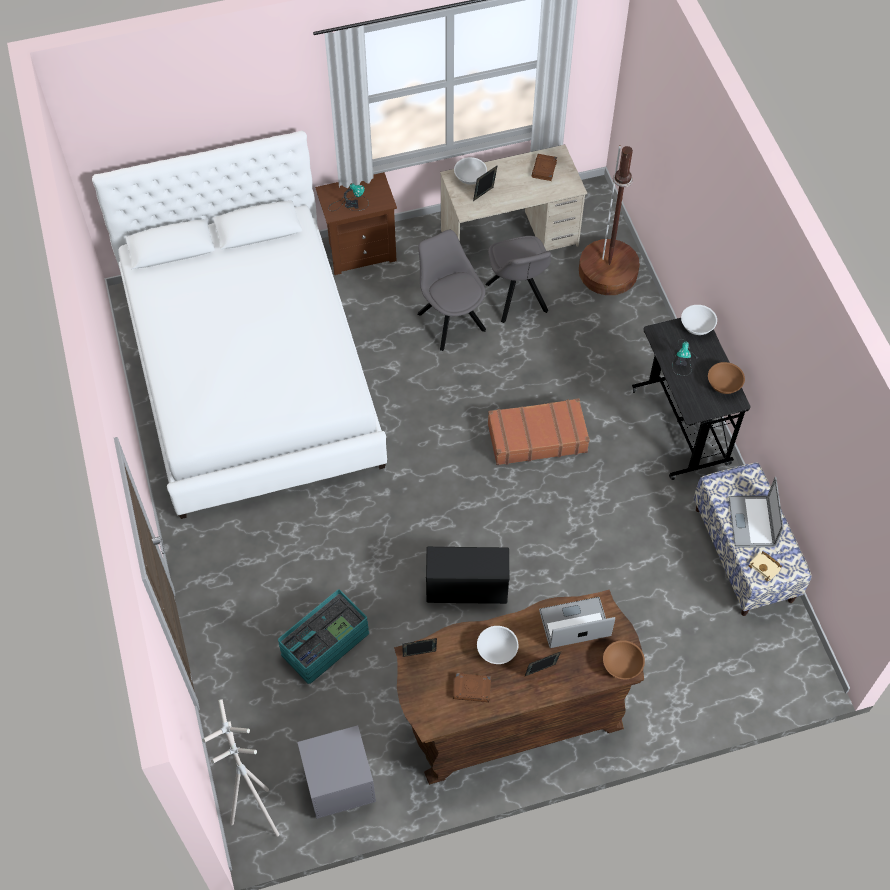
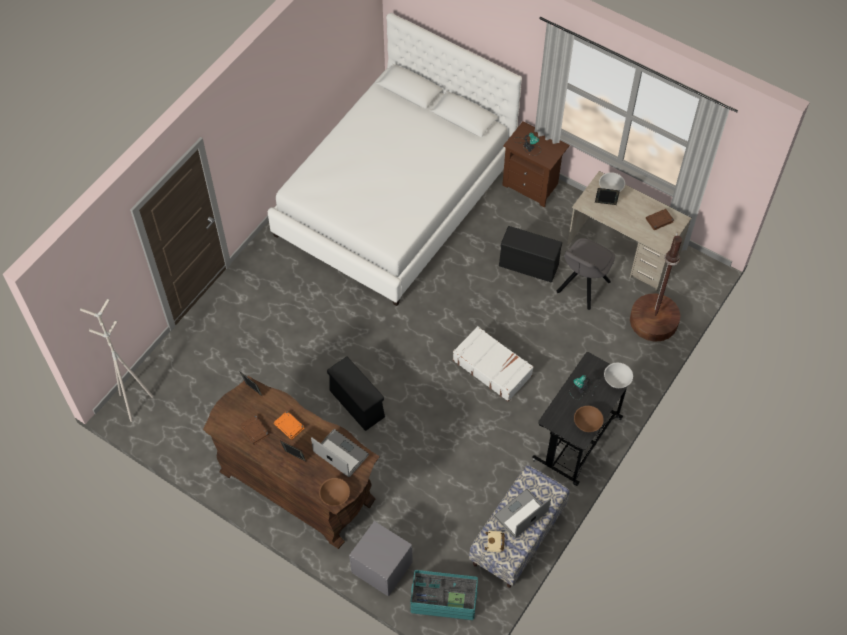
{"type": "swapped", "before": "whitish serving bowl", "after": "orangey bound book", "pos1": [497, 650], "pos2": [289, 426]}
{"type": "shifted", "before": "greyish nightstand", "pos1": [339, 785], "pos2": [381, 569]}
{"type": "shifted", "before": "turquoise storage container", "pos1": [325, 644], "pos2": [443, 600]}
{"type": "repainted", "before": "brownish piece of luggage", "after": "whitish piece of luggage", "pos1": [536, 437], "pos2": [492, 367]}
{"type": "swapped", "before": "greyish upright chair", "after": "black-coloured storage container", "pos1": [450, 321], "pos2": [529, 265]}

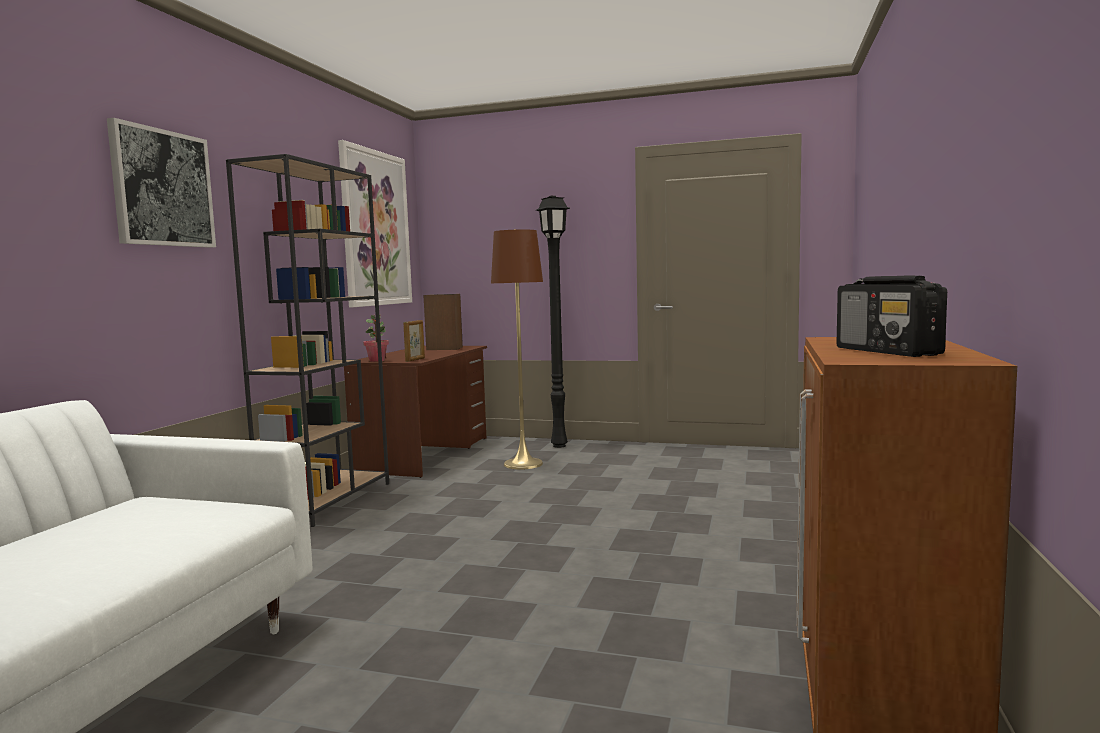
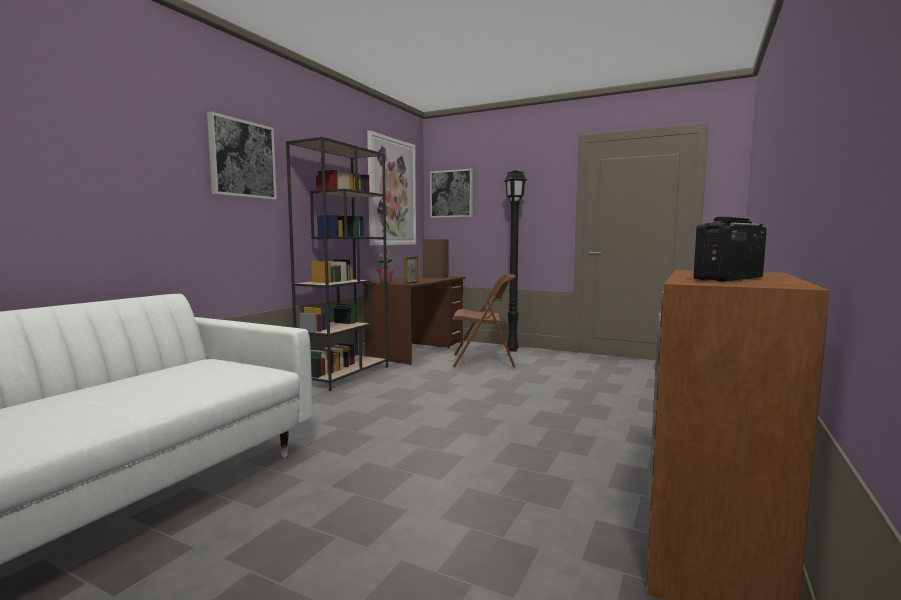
{"type": "new", "after": "wall picture", "pos2": [451, 194]}
{"type": "swapped", "before": "brownish floor lamp", "after": "brownish upright chair", "pos1": [523, 464], "pos2": [483, 361]}
{"type": "rotated", "before": "radio set", "pos1": [887, 352], "pos2": [728, 279], "turn": 60}

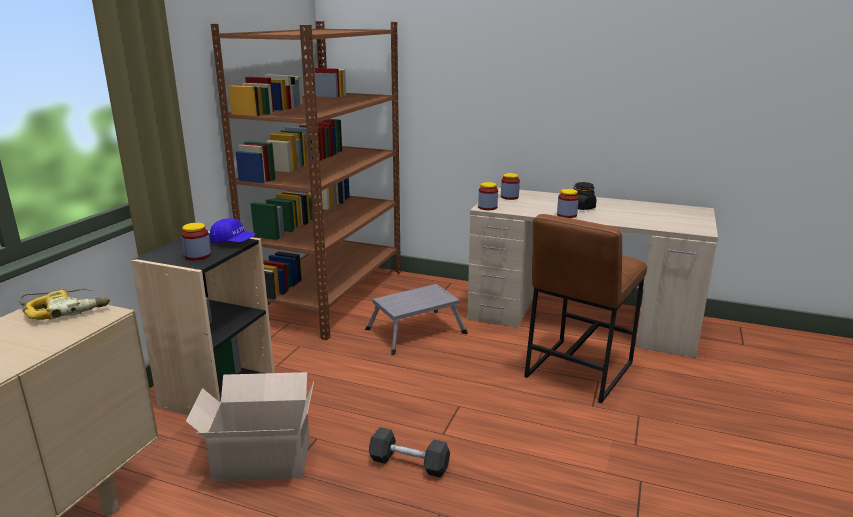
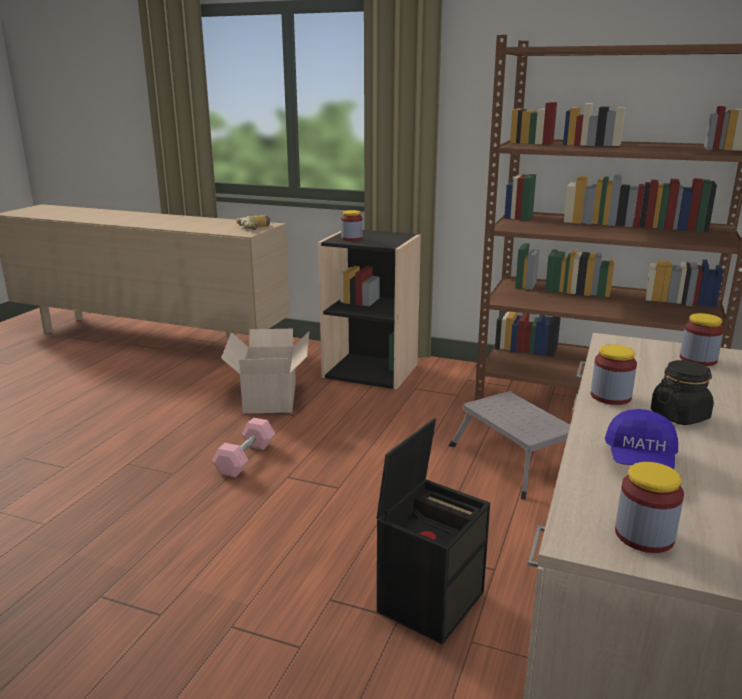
{"type": "repainted", "before": "greyish hand weight", "after": "pink hand weight", "pos1": [409, 463], "pos2": [245, 458]}
{"type": "swapped", "before": "brownish upright chair", "after": "black-coloured storage container", "pos1": [578, 370], "pos2": [430, 600]}
{"type": "shifted", "before": "blue-coloured peaked cap", "pos1": [234, 242], "pos2": [640, 460]}
{"type": "shifted", "before": "preserve jar", "pos1": [487, 207], "pos2": [644, 535]}

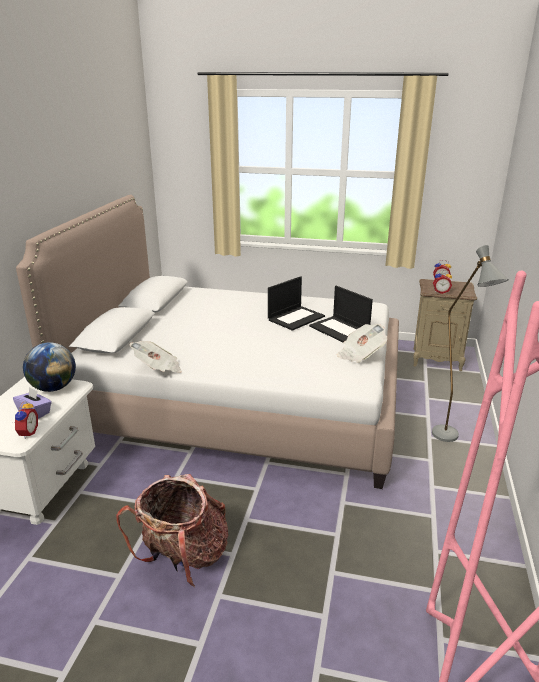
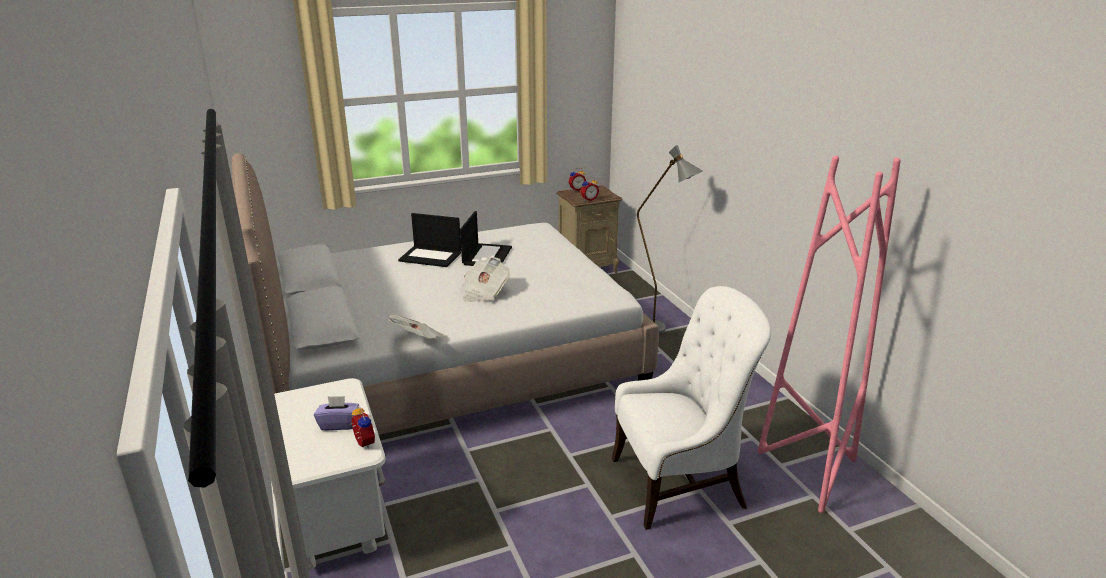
{"type": "shifted", "before": "portable computer", "pos1": [340, 329], "pos2": [431, 256]}
{"type": "shifted", "before": "newspaper", "pos1": [360, 354], "pos2": [484, 292]}
{"type": "new", "after": "whitish upright chair", "pos2": [679, 483]}
{"type": "gone", "before": "desk globe", "pos1": [53, 388]}
{"type": "gone", "before": "knapsack", "pos1": [183, 557]}

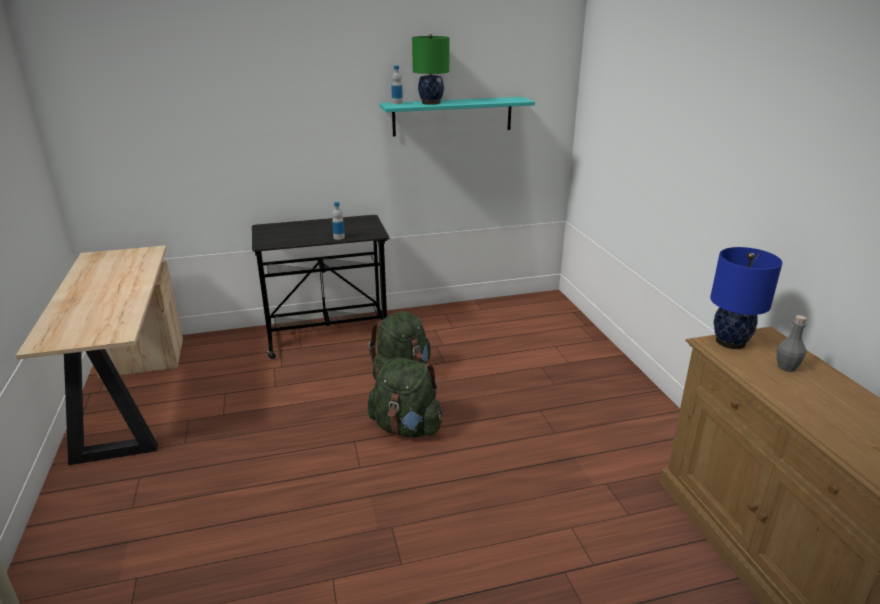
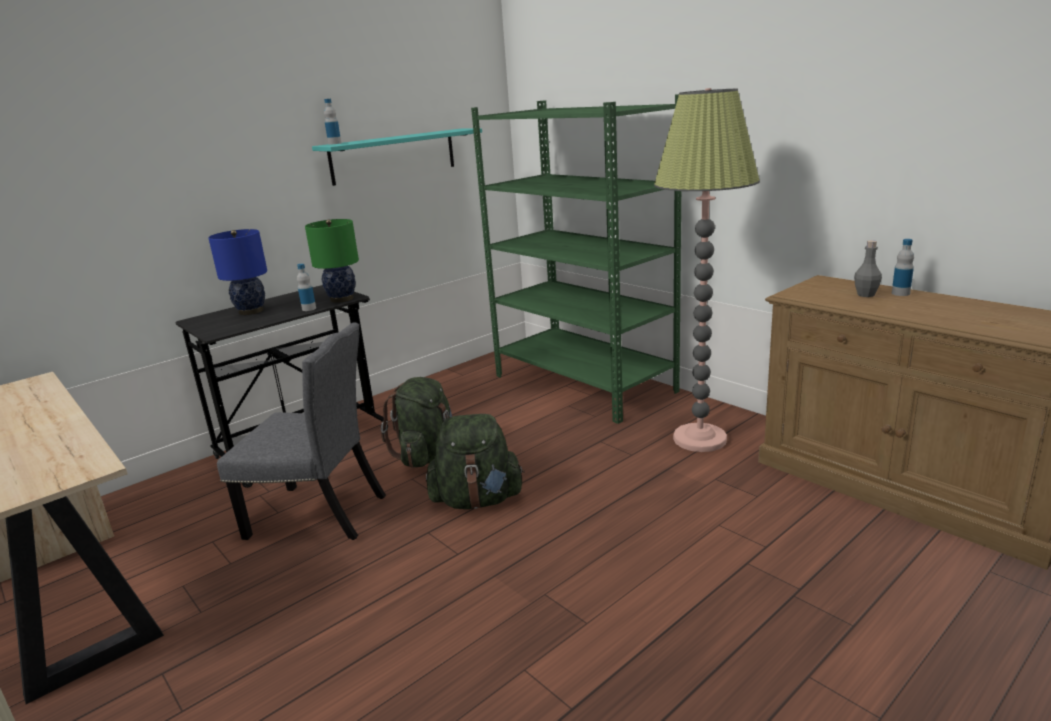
{"type": "shifted", "before": "blue-coloured tabletop lamp", "pos1": [730, 342], "pos2": [251, 311]}
{"type": "new", "after": "greyish upright chair", "pos2": [315, 514]}
{"type": "shifted", "before": "green-coloured tabletop lamp", "pos1": [430, 103], "pos2": [341, 299]}
{"type": "new", "after": "green-coloured bookshelf", "pos2": [583, 383]}
{"type": "new", "after": "floor lamp", "pos2": [700, 439]}
{"type": "new", "after": "beverage bottle", "pos2": [900, 293]}

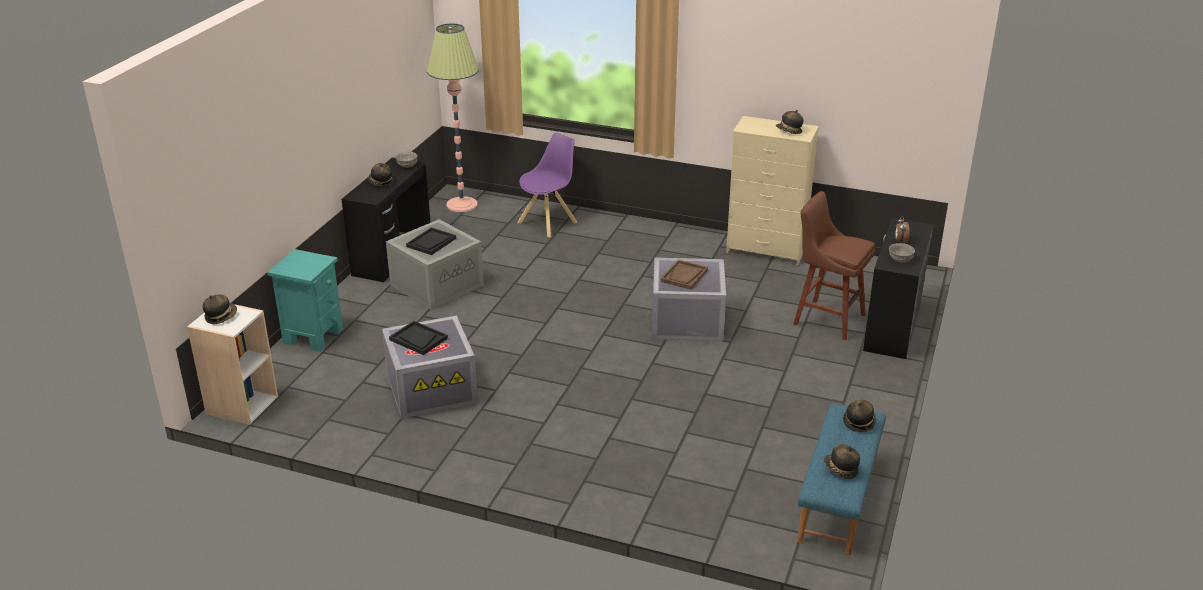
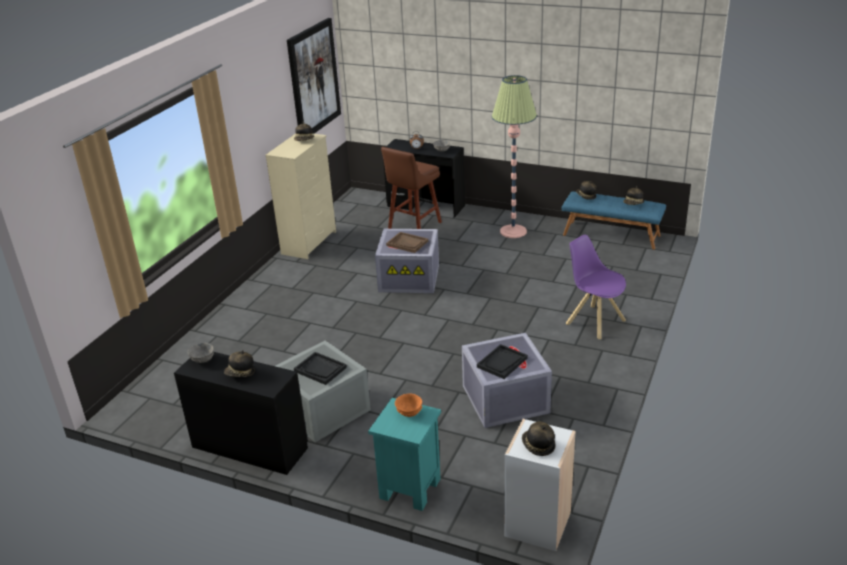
{"type": "new", "after": "wall picture", "pos2": [313, 79]}
{"type": "new", "after": "orangey serving bowl", "pos2": [409, 412]}
{"type": "shifted", "before": "floor lamp", "pos1": [462, 205], "pos2": [513, 231]}
{"type": "shifted", "before": "purple upright chair", "pos1": [549, 222], "pos2": [594, 321]}

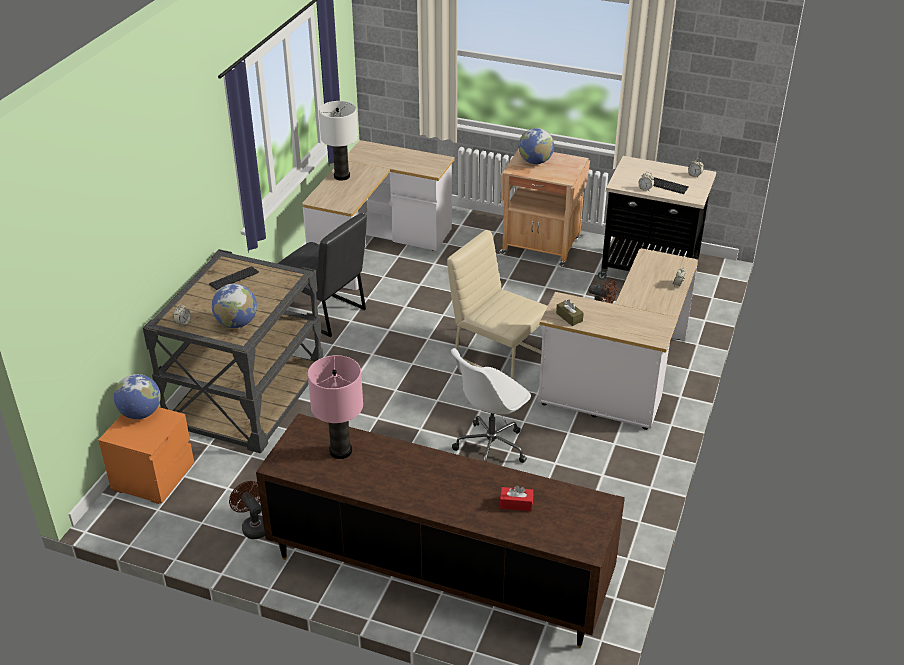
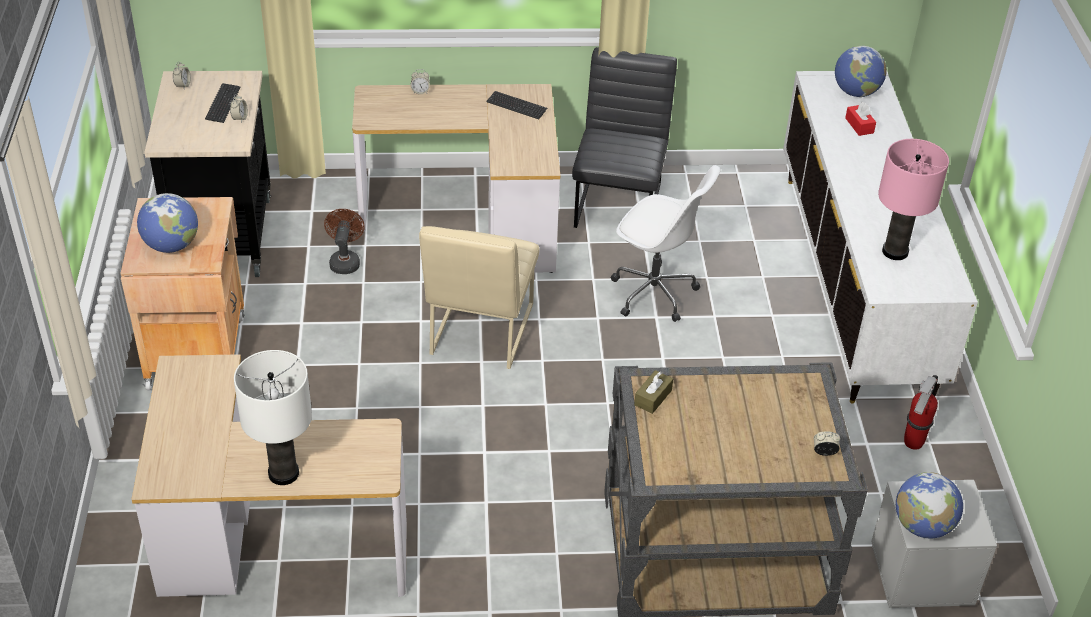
{"type": "shifted", "before": "computer keyboard", "pos1": [234, 279], "pos2": [516, 106]}
{"type": "shifted", "before": "greyish upright chair", "pos1": [323, 312], "pos2": [619, 203]}
{"type": "shifted", "before": "brownish tissue holder", "pos1": [569, 317], "pos2": [653, 397]}
{"type": "repainted", "before": "brownish cupboard", "after": "whitish cupboard", "pos1": [439, 574], "pos2": [854, 283]}
{"type": "shifted", "before": "desk globe", "pos1": [236, 323], "pos2": [856, 92]}
{"type": "repainted", "before": "orangey nightstand", "after": "whitish nightstand", "pos1": [152, 477], "pos2": [922, 576]}
{"type": "swapped", "before": "brownish electric fan", "after": "fire-fighting cylinder", "pos1": [253, 526], "pos2": [913, 443]}

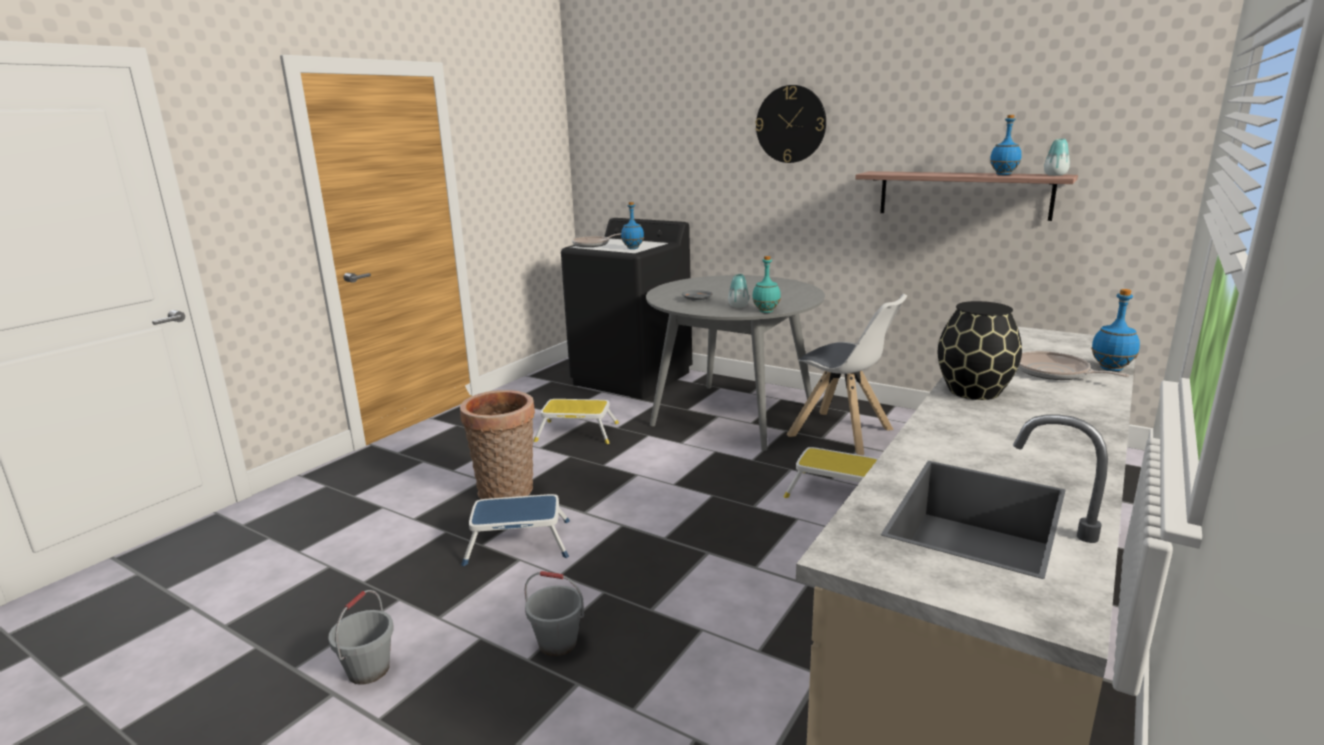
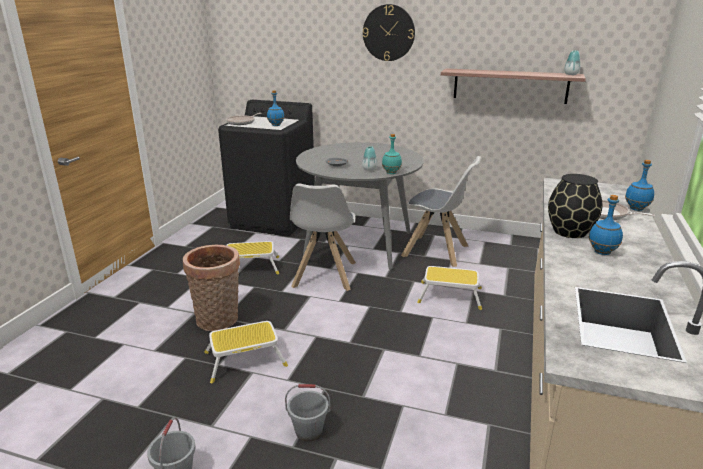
{"type": "repainted", "before": "blue-coloured stepladder", "after": "yellow-coloured stepladder", "pos1": [518, 542], "pos2": [245, 359]}
{"type": "new", "after": "upright chair", "pos2": [324, 276]}
{"type": "shifted", "before": "blue-coloured beverage bottle", "pos1": [1004, 174], "pos2": [602, 252]}

